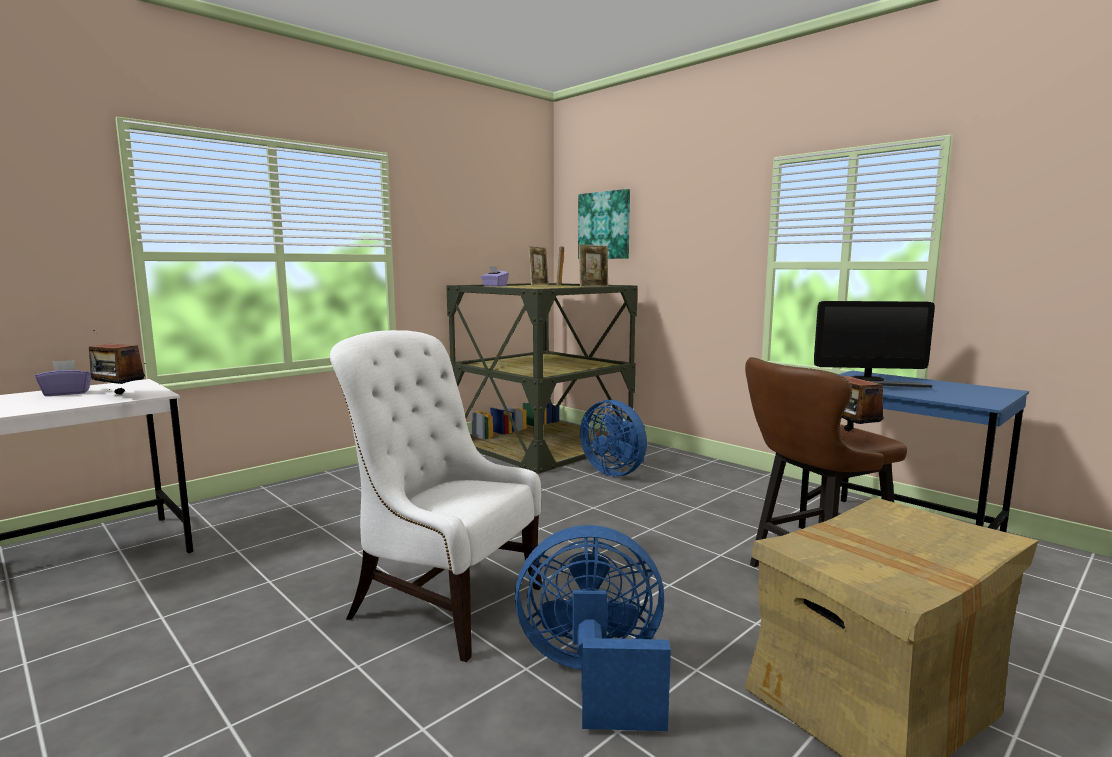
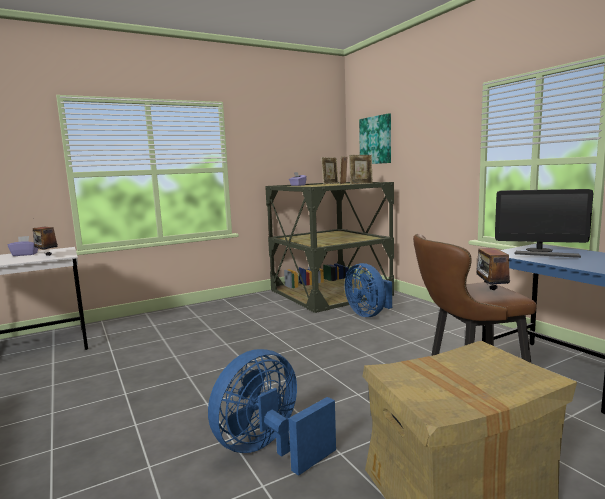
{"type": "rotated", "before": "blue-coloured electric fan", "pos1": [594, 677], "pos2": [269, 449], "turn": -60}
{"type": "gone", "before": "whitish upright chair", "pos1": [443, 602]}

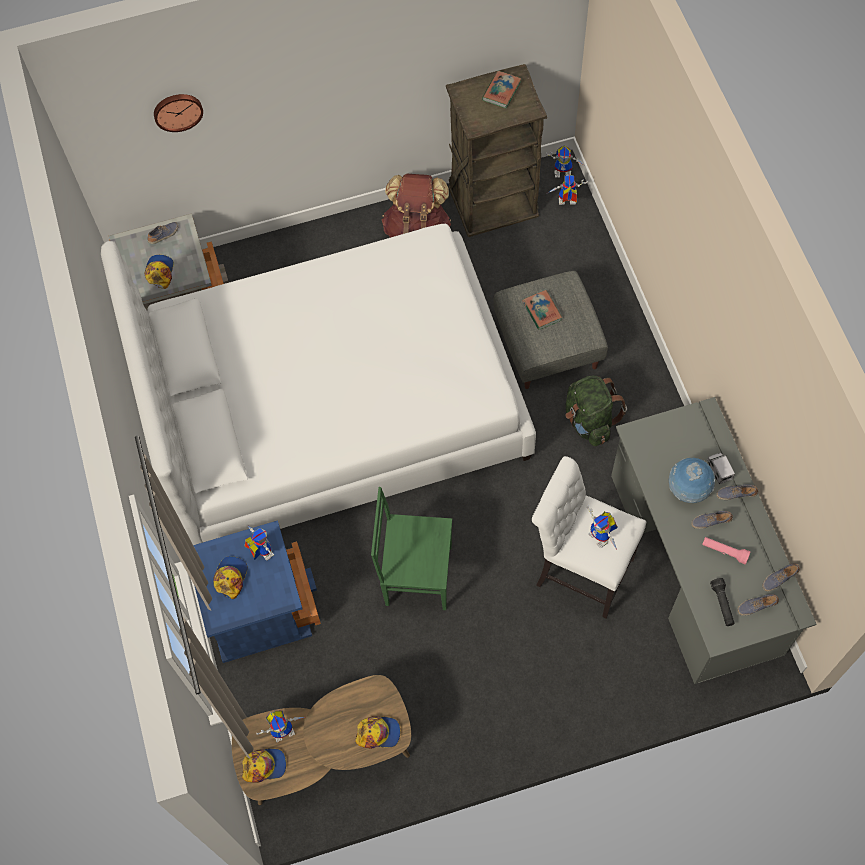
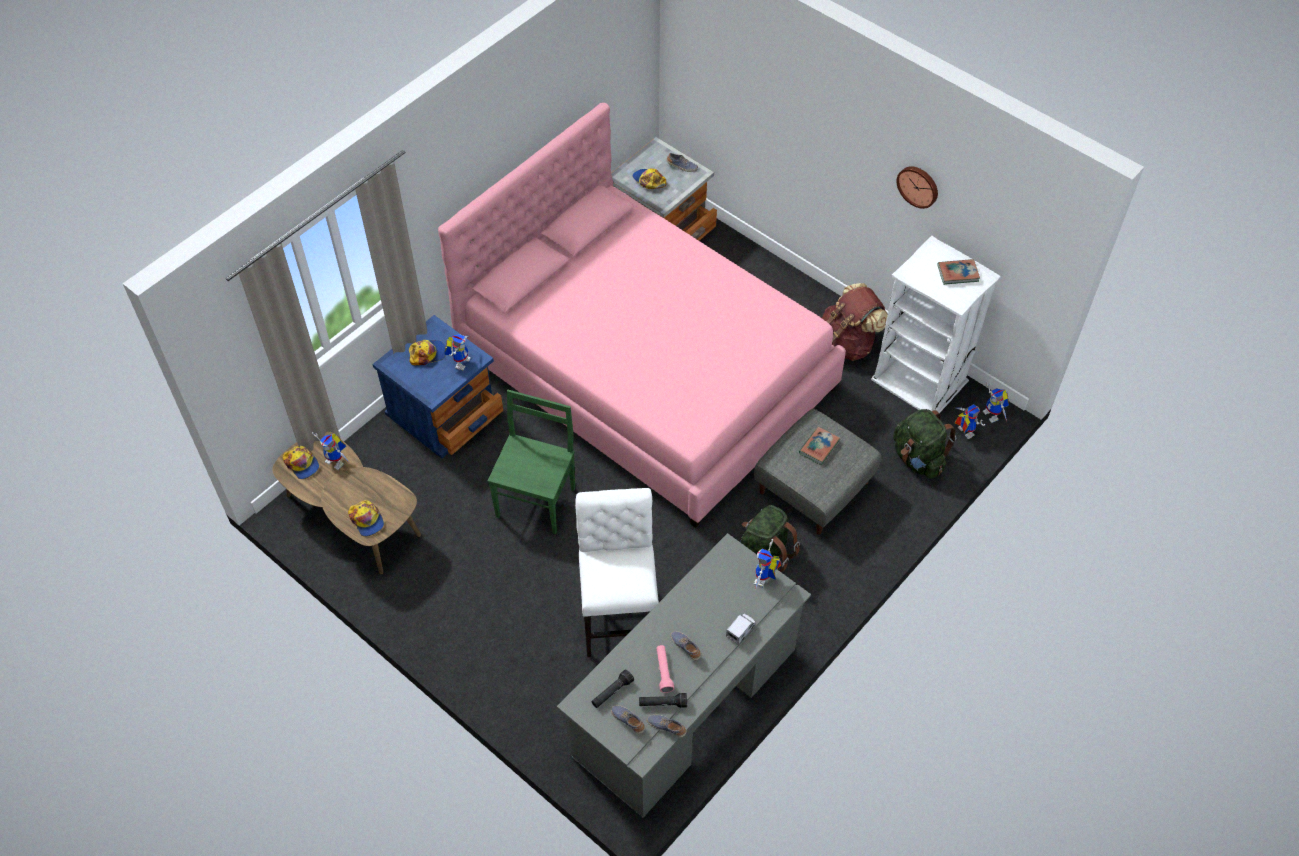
{"type": "repainted", "before": "whitish bed", "after": "pink bed", "pos1": [334, 405], "pos2": [646, 370]}
{"type": "rotated", "before": "green-coloured upright chair", "pos1": [416, 575], "pos2": [537, 500], "turn": 45}
{"type": "rotated", "before": "peaked cap", "pos1": [160, 272], "pos2": [648, 181], "turn": -105}
{"type": "new", "after": "black-coloured flashlight", "pos2": [662, 704]}
{"type": "shifted", "before": "toy robot", "pos1": [602, 537], "pos2": [764, 580]}
{"type": "repainted", "before": "brownish bookshelf", "after": "whitish bookshelf", "pos1": [494, 202], "pos2": [920, 380]}
{"type": "new", "after": "green-coloured knapsack", "pos2": [918, 458]}
{"type": "shifted", "before": "hanging clock", "pos1": [177, 111], "pos2": [918, 186]}
{"type": "gone", "before": "desk globe", "pos1": [688, 490]}
{"type": "gone", "before": "low shoe", "pos1": [736, 494]}

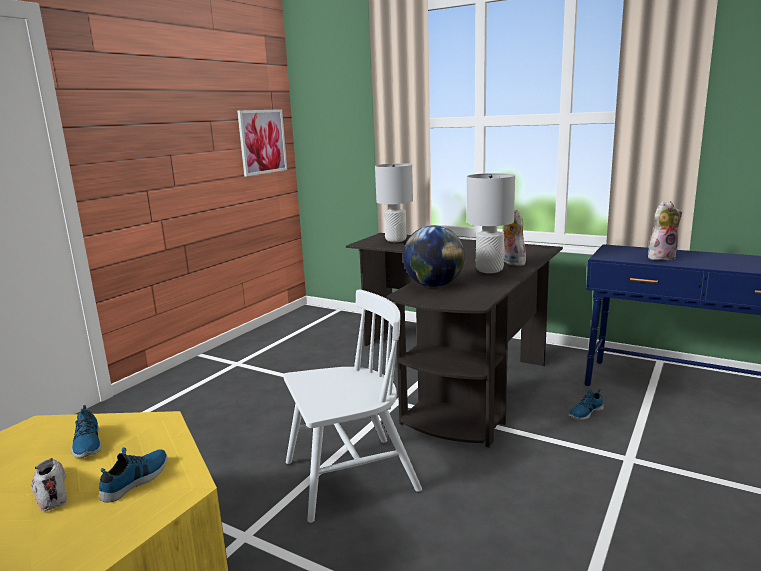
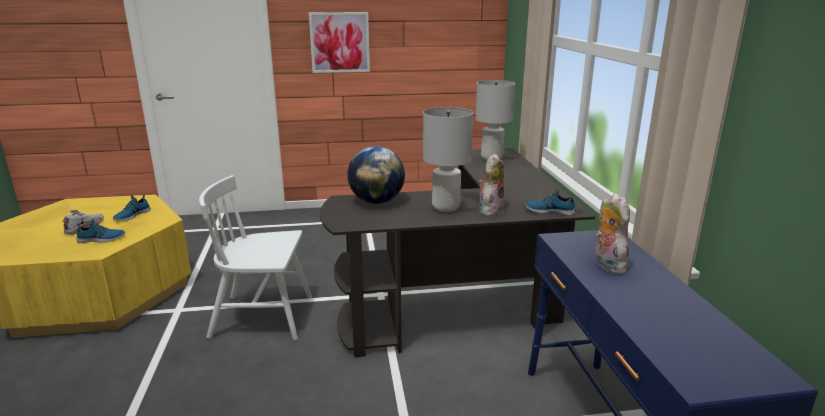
{"type": "rotated", "before": "whitish upright chair", "pos1": [350, 477], "pos2": [263, 316], "turn": 150}
{"type": "shifted", "before": "wall picture", "pos1": [262, 142], "pos2": [340, 42]}
{"type": "shifted", "before": "low shoe", "pos1": [585, 412], "pos2": [549, 211]}
{"type": "rotated", "before": "plush toy", "pos1": [661, 257], "pos2": [606, 265], "turn": -135}

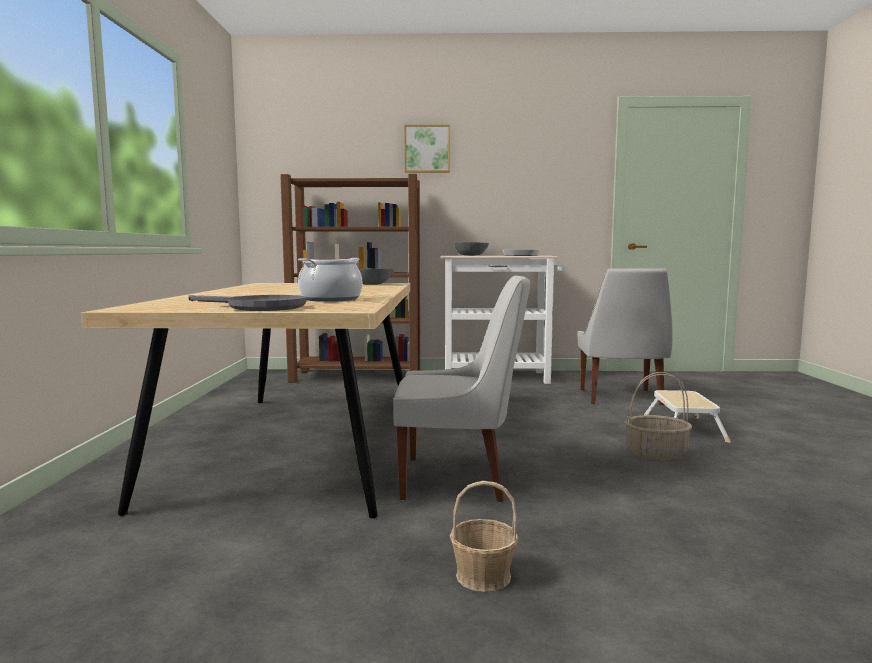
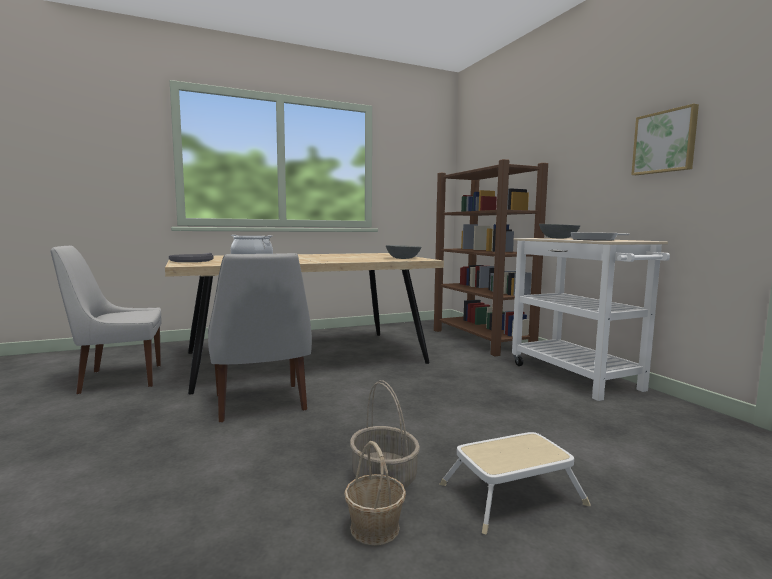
{"type": "shifted", "before": "whitish upright chair", "pos1": [621, 398], "pos2": [117, 379]}
{"type": "shifted", "before": "basket", "pos1": [482, 576], "pos2": [375, 527]}
{"type": "shifted", "before": "wall picture", "pos1": [427, 149], "pos2": [665, 142]}

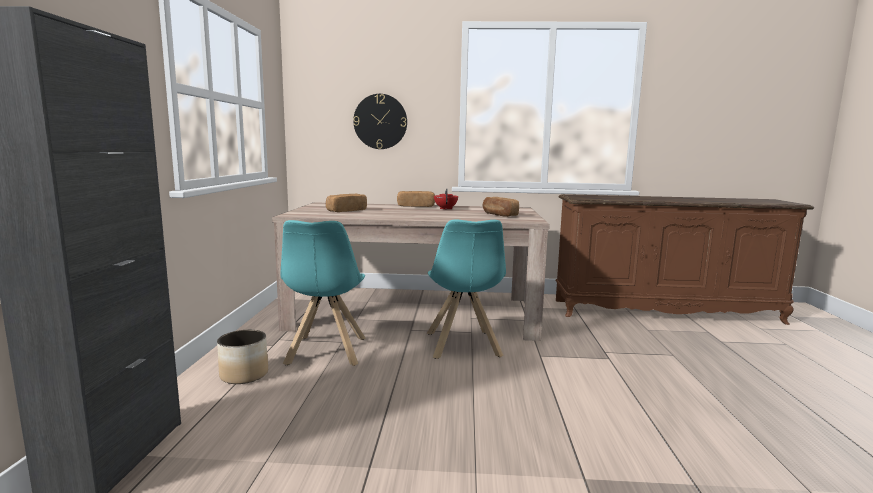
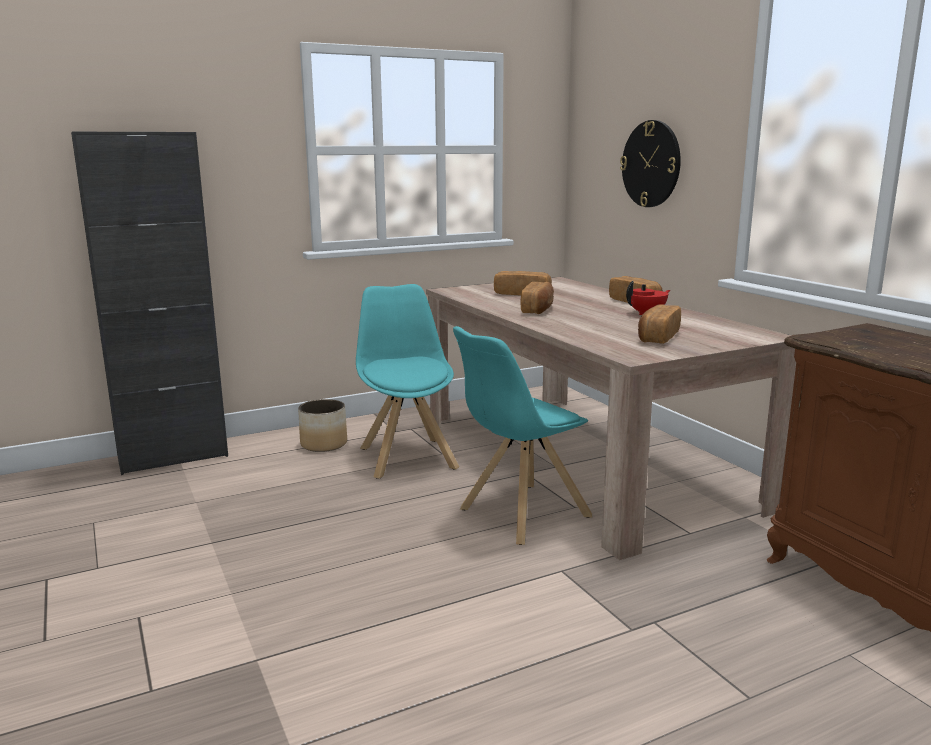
{"type": "rotated", "before": "turquoise upright chair", "pos1": [326, 352], "pos2": [407, 456], "turn": 105}
{"type": "new", "after": "baked bread", "pos2": [538, 309]}

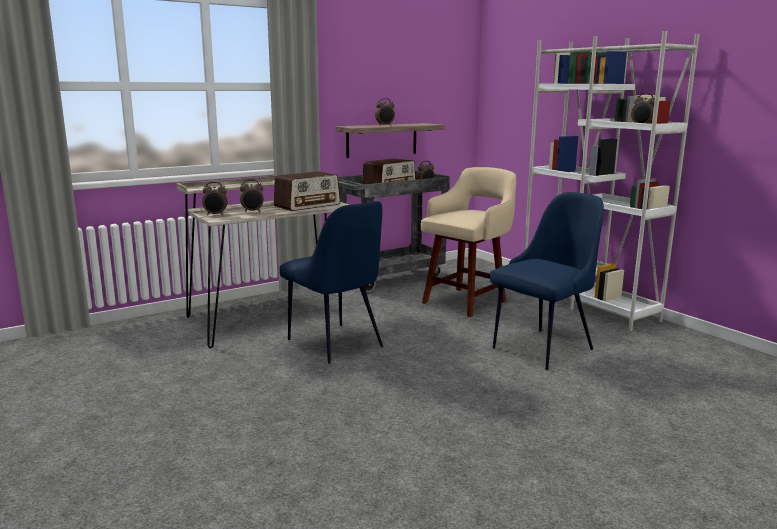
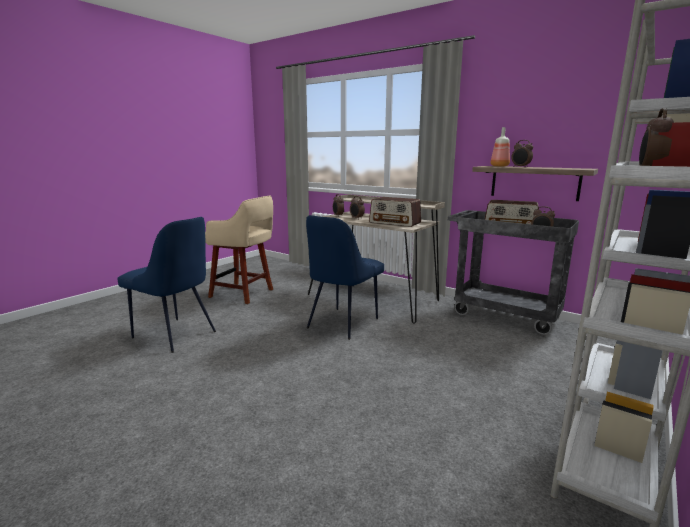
{"type": "shifted", "before": "blue-coloured upright chair", "pos1": [543, 348], "pos2": [175, 334]}
{"type": "shifted", "before": "beige-coloured stool", "pos1": [467, 301], "pos2": [244, 294]}
{"type": "new", "after": "beverage bottle", "pos2": [499, 166]}

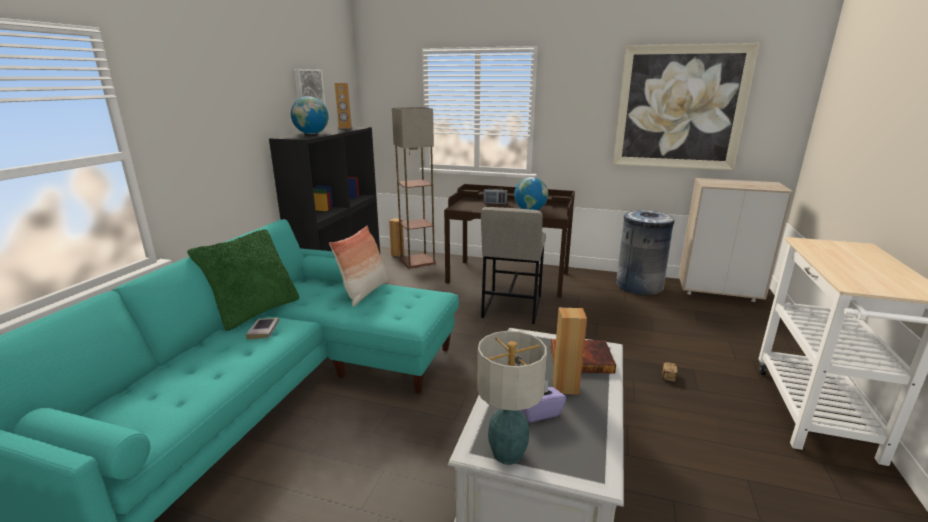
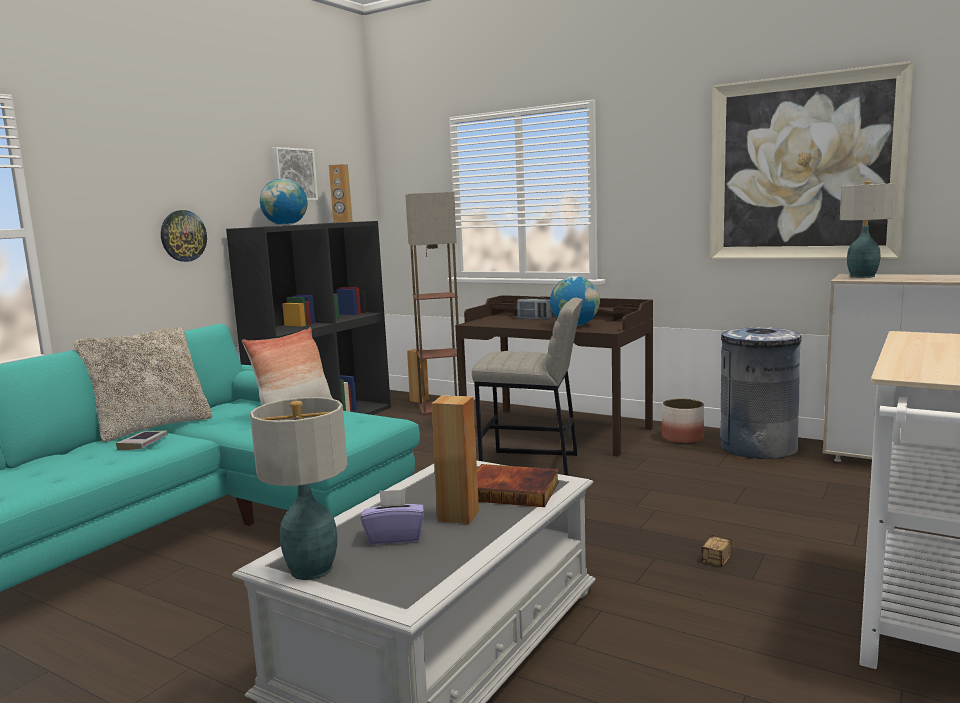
{"type": "repainted", "before": "green-coloured pillow", "after": "beige-coloured pillow", "pos1": [254, 310], "pos2": [152, 426]}
{"type": "new", "after": "hanging clock", "pos2": [183, 236]}
{"type": "rotated", "before": "greyish upright chair", "pos1": [511, 308], "pos2": [533, 465], "turn": -105}
{"type": "new", "after": "flower pot", "pos2": [683, 439]}
{"type": "new", "after": "tabletop lamp", "pos2": [861, 276]}

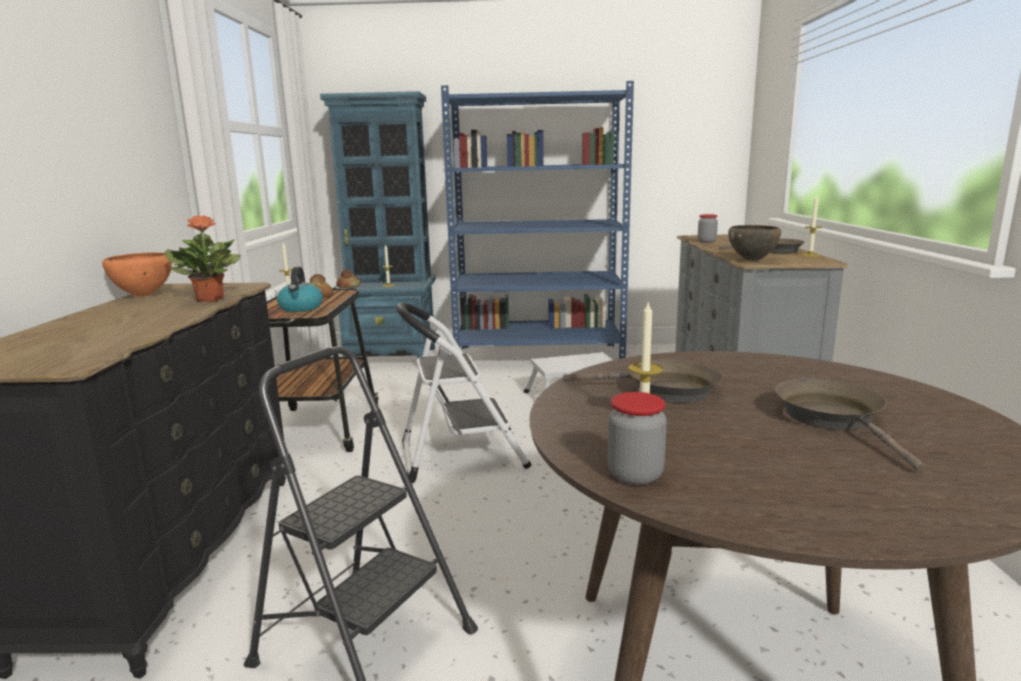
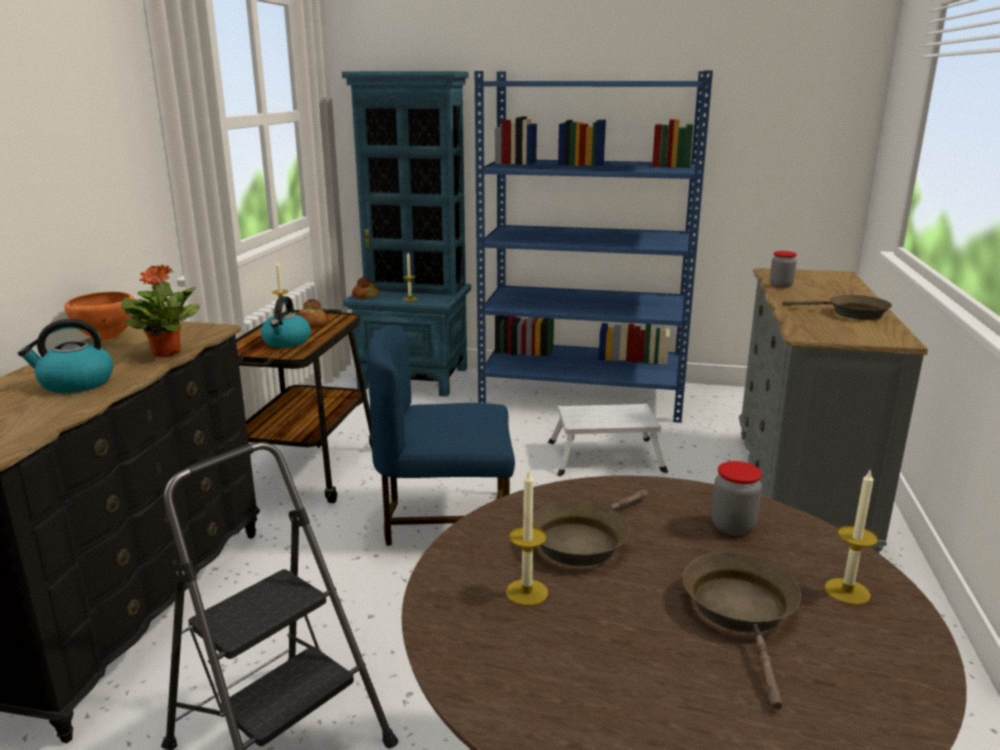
{"type": "new", "after": "tea kettle", "pos2": [75, 383]}
{"type": "swapped", "before": "stepladder", "after": "blue-coloured upright chair", "pos1": [458, 455], "pos2": [446, 521]}
{"type": "rotated", "before": "brownish frying pan", "pos1": [664, 390], "pos2": [582, 540], "turn": 105}
{"type": "shifted", "before": "preserve jar", "pos1": [635, 475], "pos2": [733, 526]}
{"type": "shifted", "before": "wax candle", "pos1": [810, 255], "pos2": [847, 591]}
{"type": "gone", "before": "brownish serving bowl", "pos1": [752, 260]}

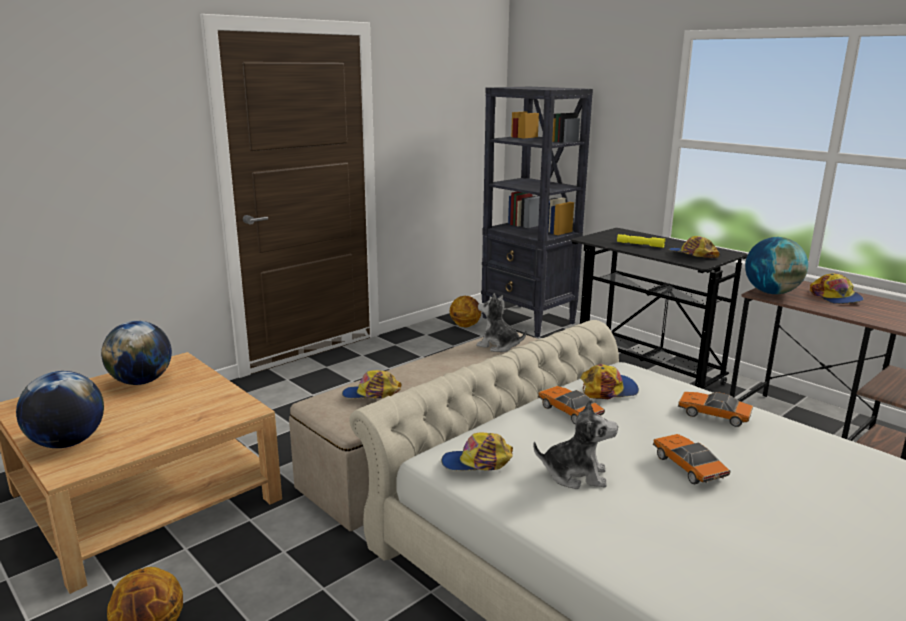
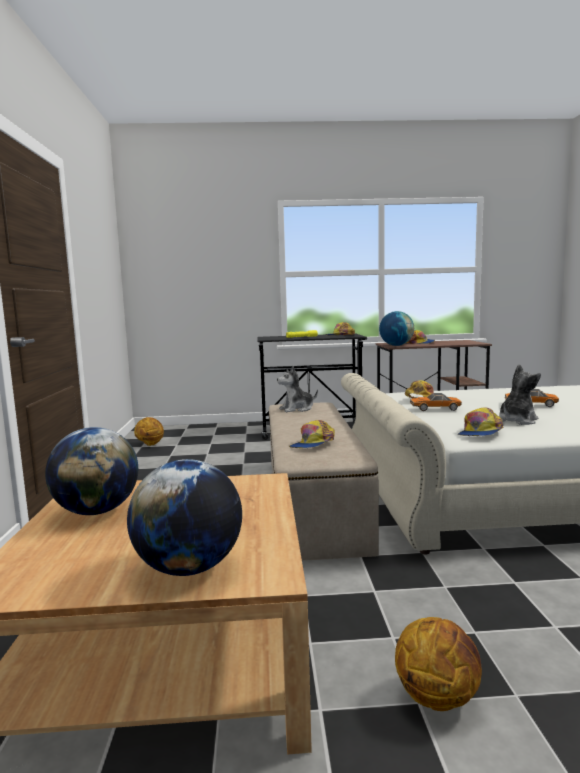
{"type": "gone", "before": "black-coloured bookshelf", "pos1": [528, 321]}
{"type": "gone", "before": "miniature car", "pos1": [713, 415]}

